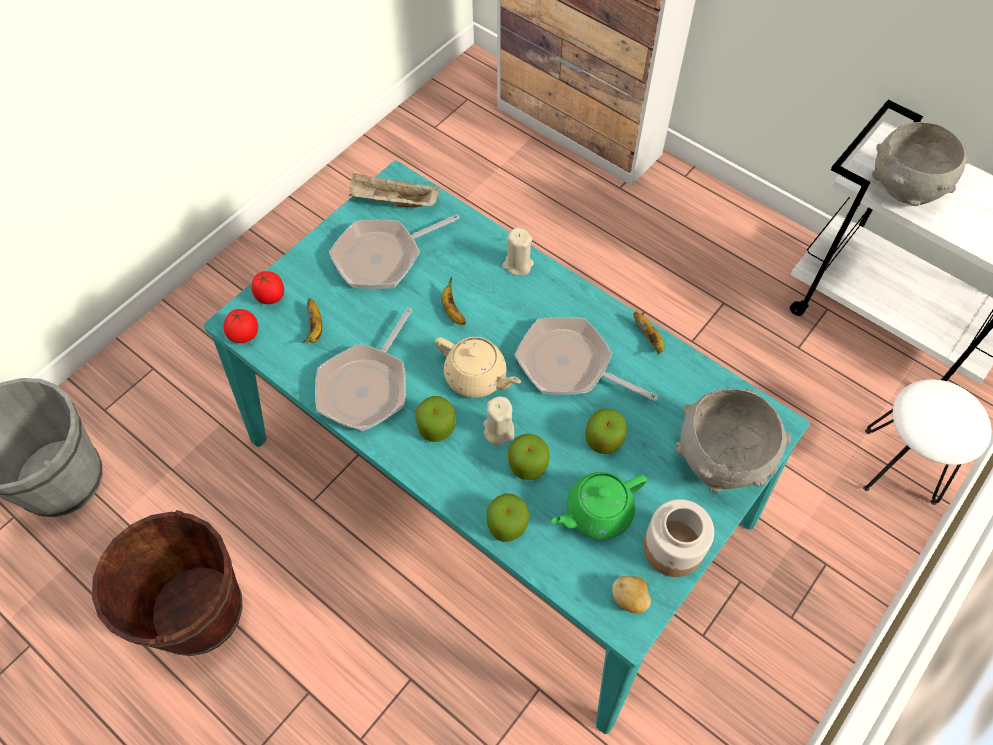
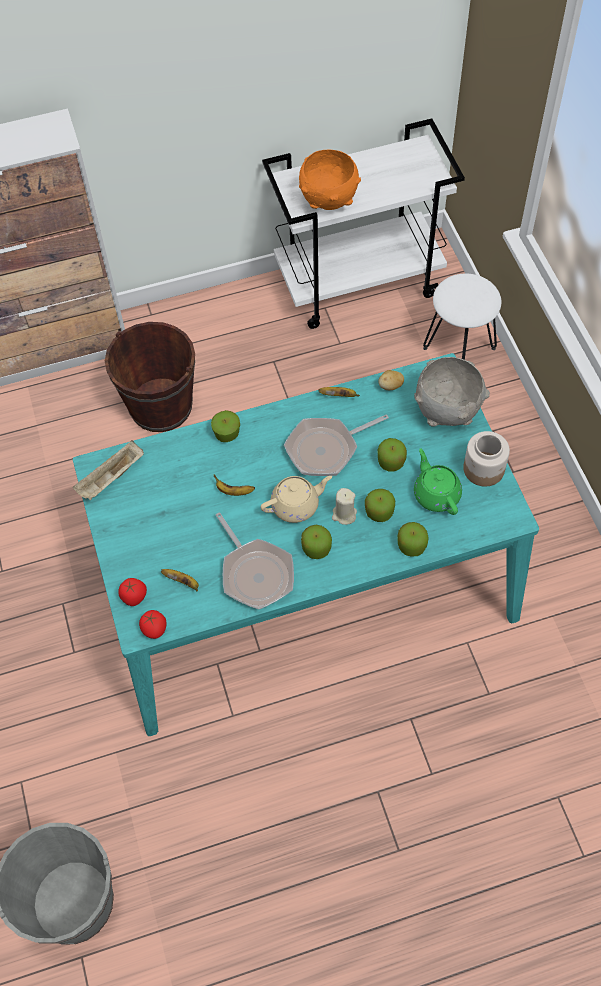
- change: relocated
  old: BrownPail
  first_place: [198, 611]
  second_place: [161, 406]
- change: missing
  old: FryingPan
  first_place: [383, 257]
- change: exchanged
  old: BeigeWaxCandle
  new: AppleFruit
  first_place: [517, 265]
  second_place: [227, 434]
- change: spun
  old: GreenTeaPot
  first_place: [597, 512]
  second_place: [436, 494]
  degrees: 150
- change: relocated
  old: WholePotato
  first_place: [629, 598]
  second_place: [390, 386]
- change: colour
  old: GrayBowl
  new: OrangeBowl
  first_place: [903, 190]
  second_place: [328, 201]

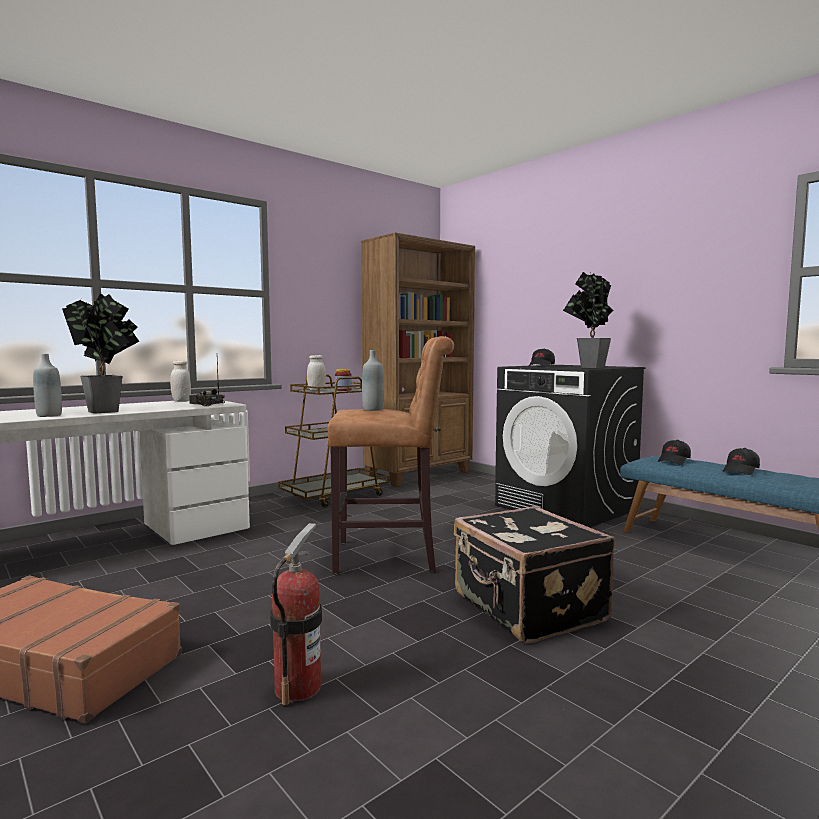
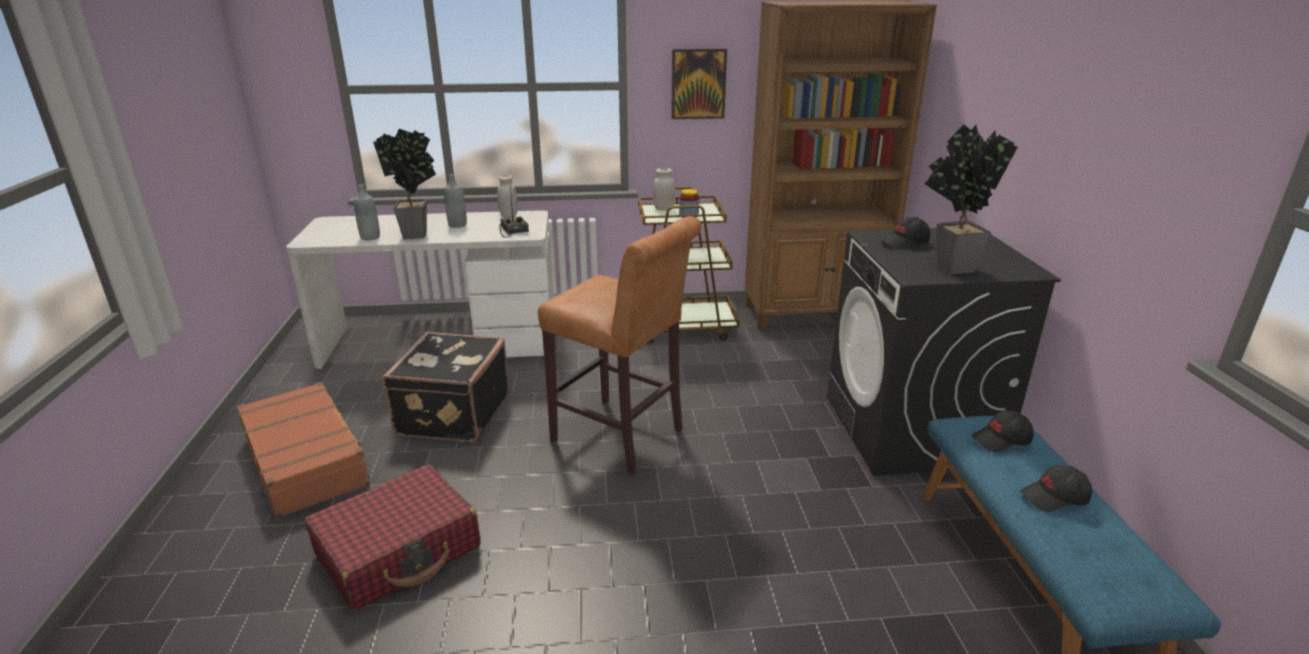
- change: exchanged
  old: Extinguisher
  new: RedColouredPieceOfLuggage
  first_place: [298, 687]
  second_place: [399, 550]
- change: relocated
  old: GrayBottle
  first_place: [373, 409]
  second_place: [457, 225]
- change: relocated
  old: BlackColouredPieceOfLuggage
  first_place: [527, 608]
  second_place: [451, 414]
- change: appeared
  new: WallArt
  second_place: [698, 84]

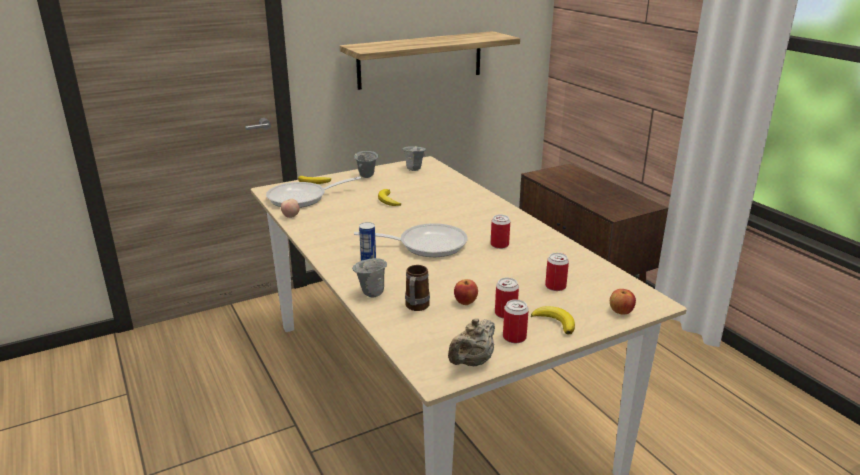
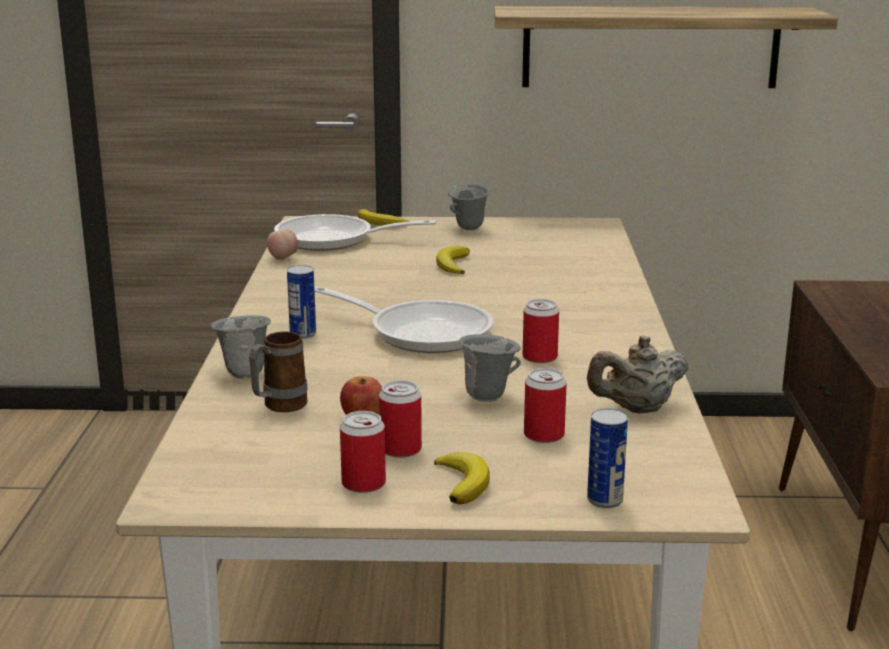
- change: relocated
  old: GrayTeaMug
  first_place: [414, 169]
  second_place: [488, 397]
- change: relocated
  old: BeigeTeaPot
  first_place: [472, 362]
  second_place: [636, 409]
- change: exchanged
  old: AppleFruit
  new: MetalCan
  first_place: [621, 312]
  second_place: [605, 500]

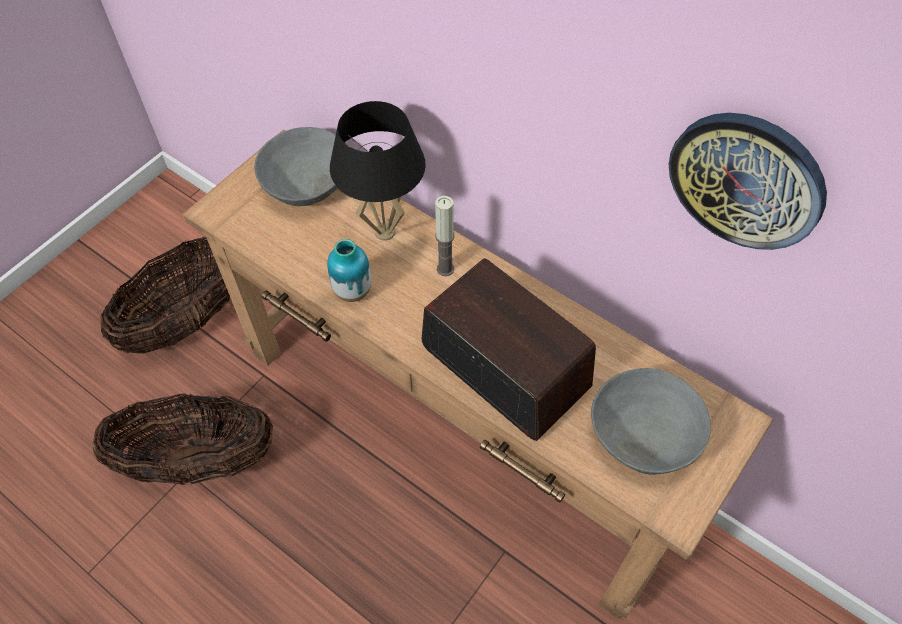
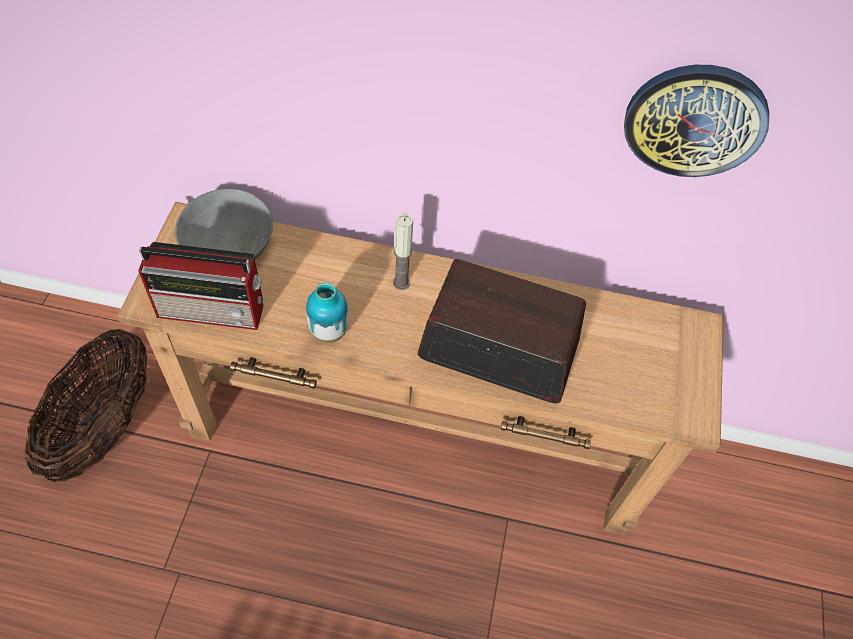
- change: missing
  old: Basket
  first_place: [198, 461]
- change: missing
  old: BlackColouredTableLamp
  first_place: [385, 232]
- change: missing
  old: GrayBowl
  first_place: [644, 435]
- change: appeared
  new: Radio
  second_place: [214, 310]

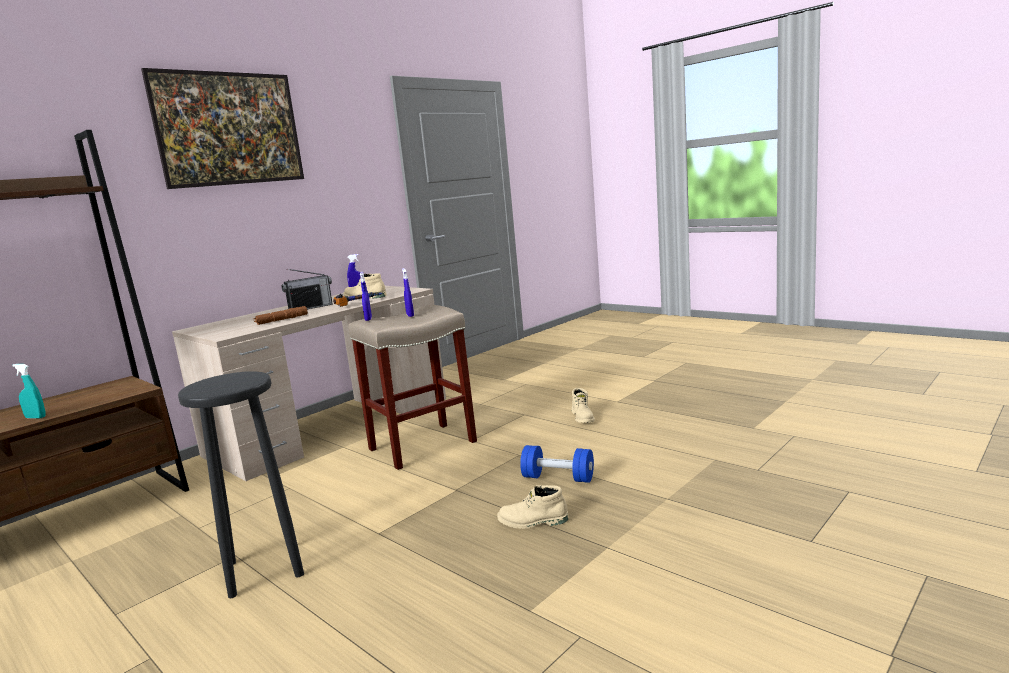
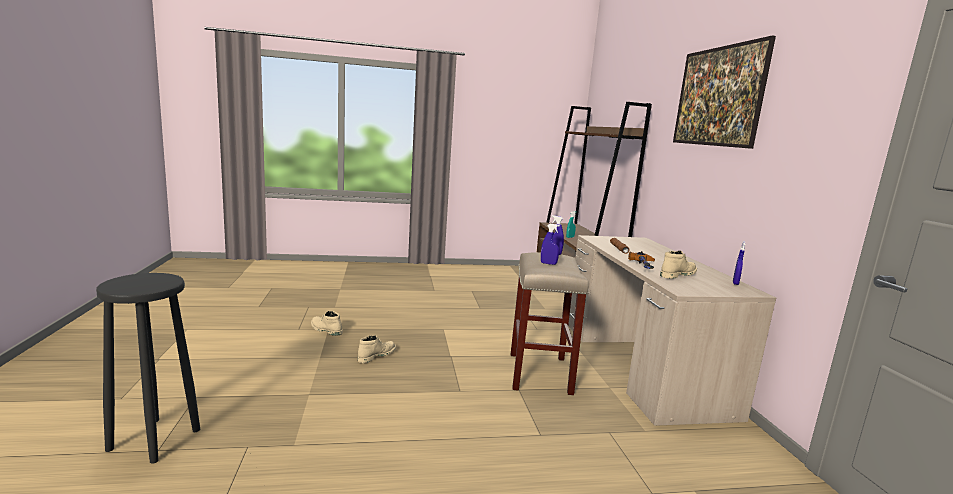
- change: relocated
  old: BlackColouredSittingStool
  first_place: [263, 569]
  second_place: [155, 439]
- change: missing
  old: Radio
  first_place: [310, 308]
- change: missing
  old: BlueColouredFreeWeight
  first_place: [558, 478]
- change: relocated
  old: BeigeHighTopBoot
  first_place: [583, 417]
  second_place: [325, 330]

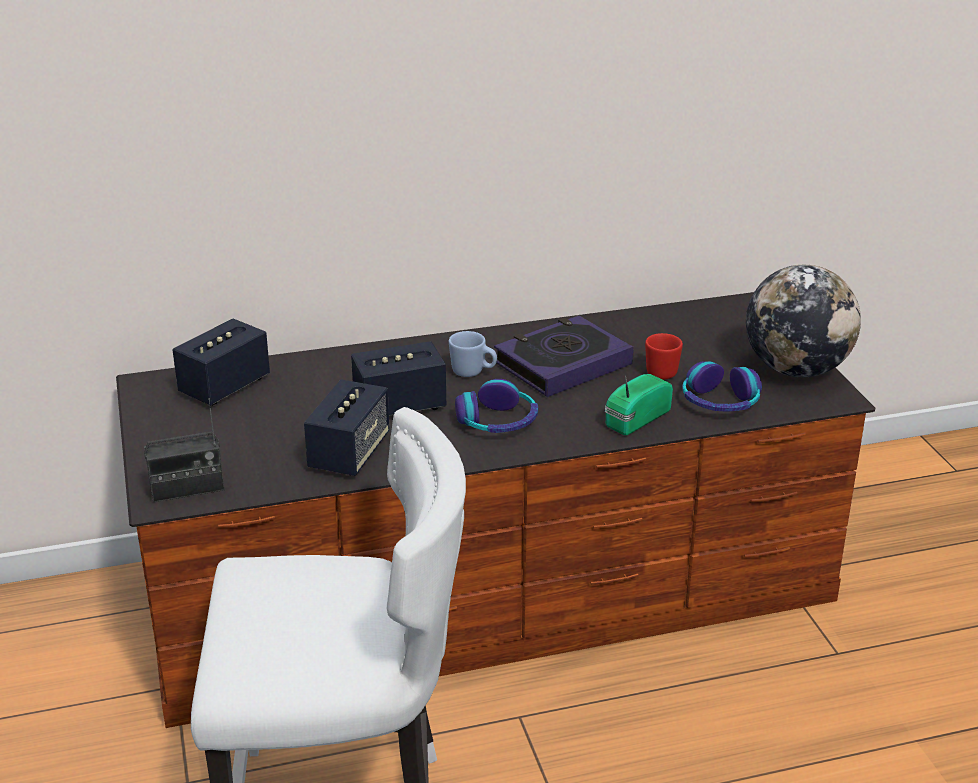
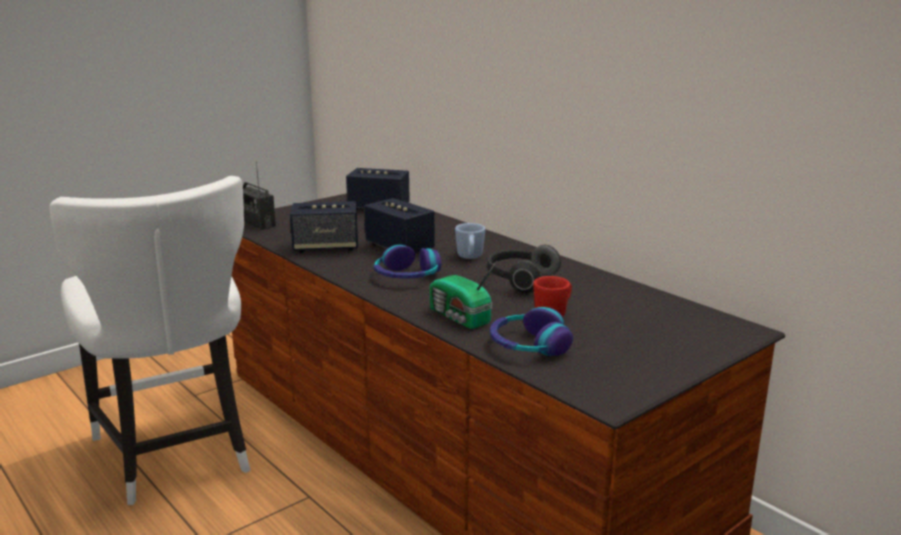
- change: exchanged
  old: Volume
  new: Headphones
  first_place: [562, 364]
  second_place: [519, 280]
- change: spun
  old: Radio
  first_place: [635, 419]
  second_place: [459, 317]
  degrees: -150
- change: missing
  old: Globe
  first_place: [796, 369]

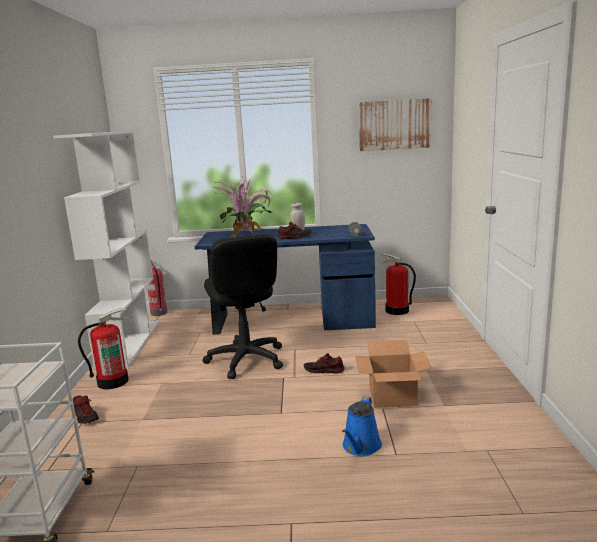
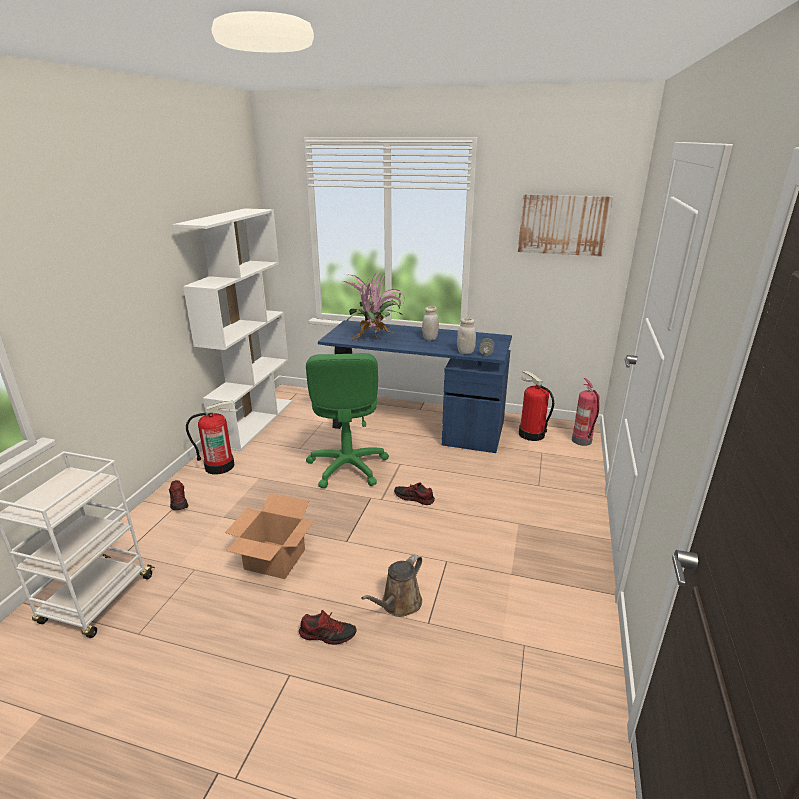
- change: relocated
  old: Extinguisher
  first_place: [159, 313]
  second_place: [582, 441]
- change: colour
  old: BlackColouredDeskChair
  new: GreenDeskChair
  first_place: [246, 360]
  second_place: [347, 467]
- change: relocated
  old: ItemOfFootwear
  first_place: [294, 237]
  second_place: [327, 634]
- change: colour
  old: BlueColouredWateringCan
  new: BrownWateringCan
  first_place: [360, 447]
  second_place: [399, 604]
- change: relocated
  old: PackingBox
  first_place: [393, 396]
  second_place: [276, 559]
- change: appeared
  new: WhitishJar
  second_place: [465, 352]

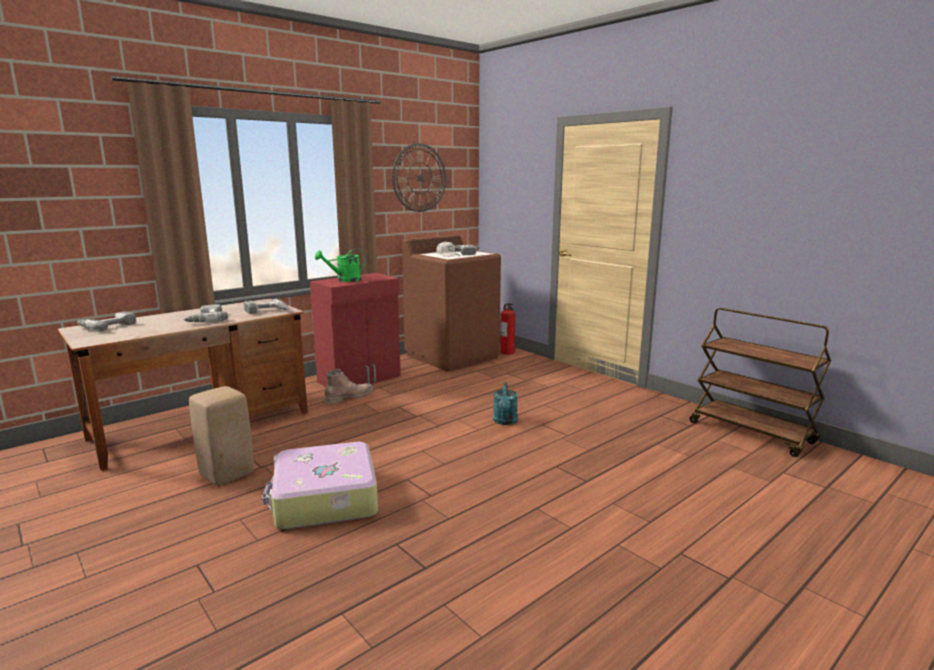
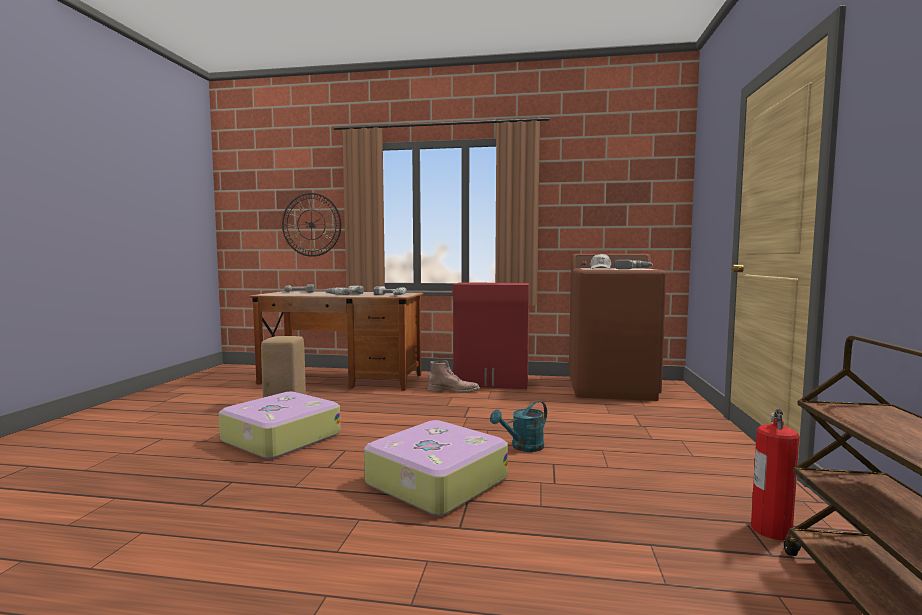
- change: missing
  old: GreenWateringCan
  first_place: [344, 280]
- change: relocated
  old: ClockOnTheWall
  first_place: [419, 178]
  second_place: [311, 224]
- change: relocated
  old: Extinguisher
  first_place: [507, 352]
  second_place: [771, 529]
- change: appeared
  new: PieceOfLuggage
  second_place: [434, 481]

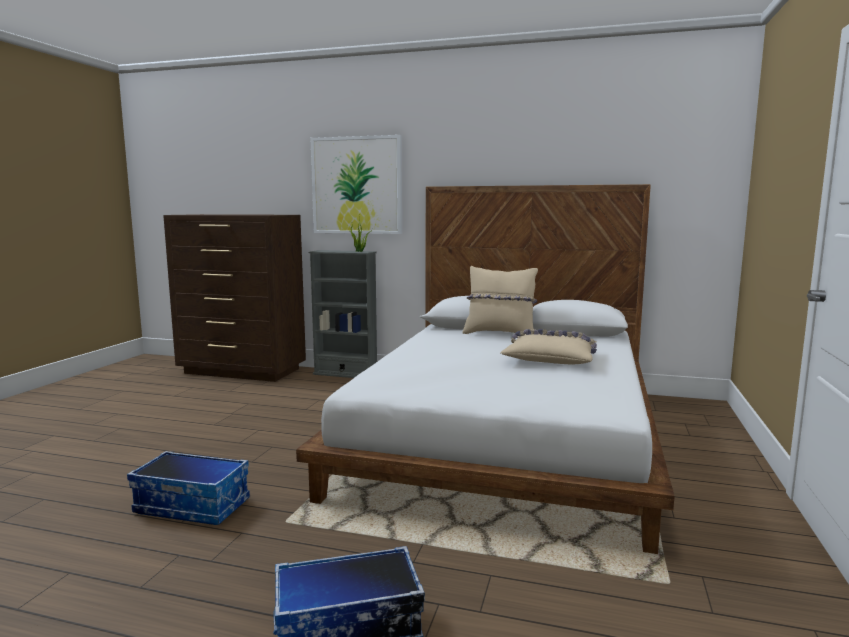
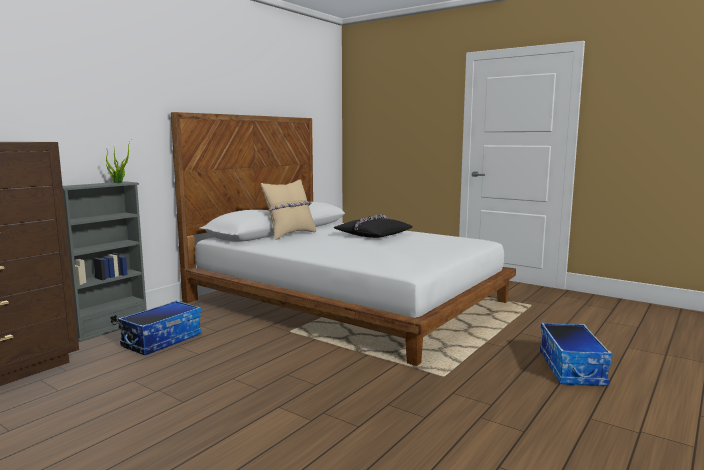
- change: relocated
  old: StorageBin
  first_place: [193, 506]
  second_place: [162, 340]
- change: missing
  old: WallArt
  first_place: [357, 185]
- change: colour
  old: BeigeThrowPillow
  new: BlackColouredThrowPillow
  first_place: [551, 358]
  second_place: [373, 235]

